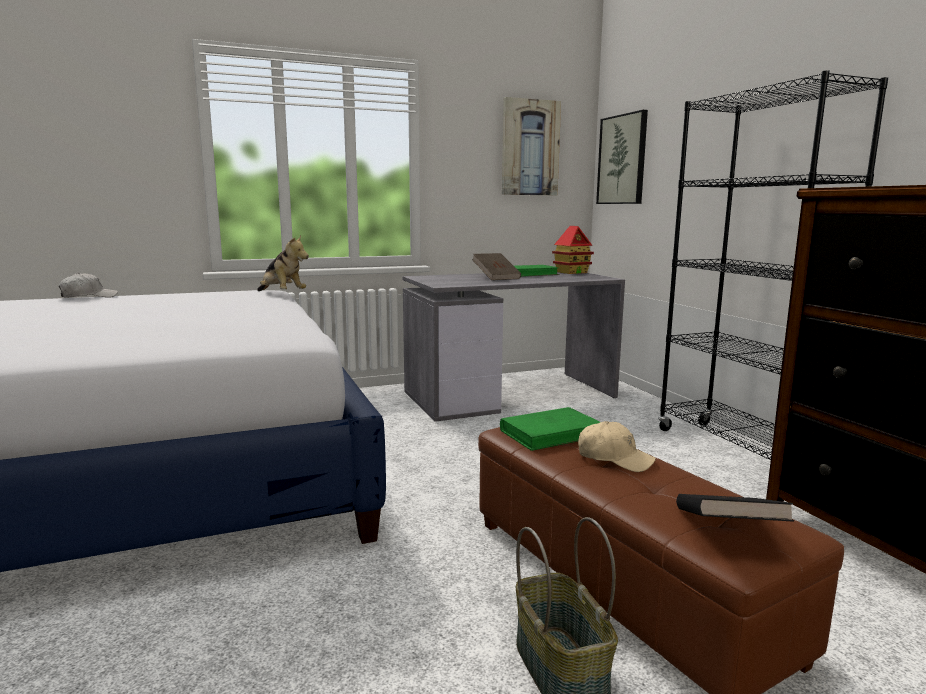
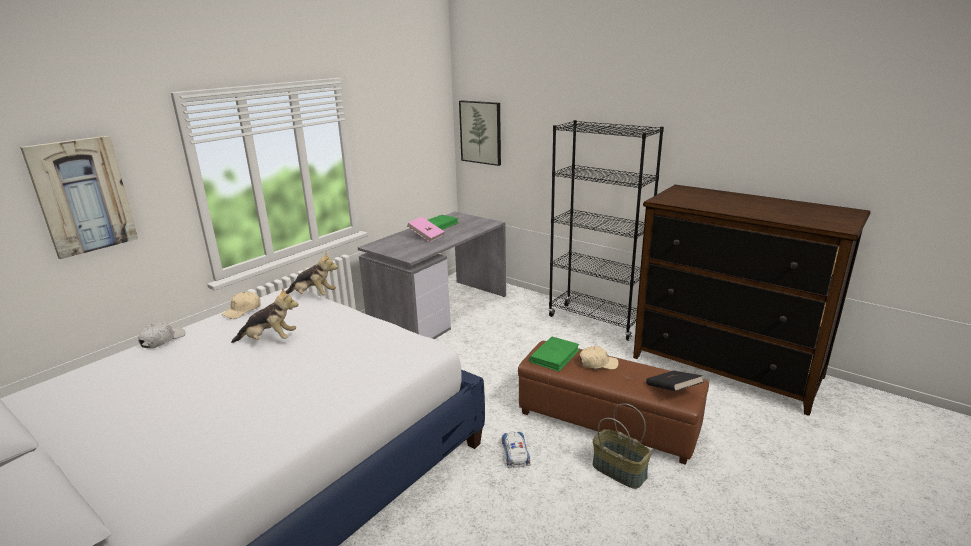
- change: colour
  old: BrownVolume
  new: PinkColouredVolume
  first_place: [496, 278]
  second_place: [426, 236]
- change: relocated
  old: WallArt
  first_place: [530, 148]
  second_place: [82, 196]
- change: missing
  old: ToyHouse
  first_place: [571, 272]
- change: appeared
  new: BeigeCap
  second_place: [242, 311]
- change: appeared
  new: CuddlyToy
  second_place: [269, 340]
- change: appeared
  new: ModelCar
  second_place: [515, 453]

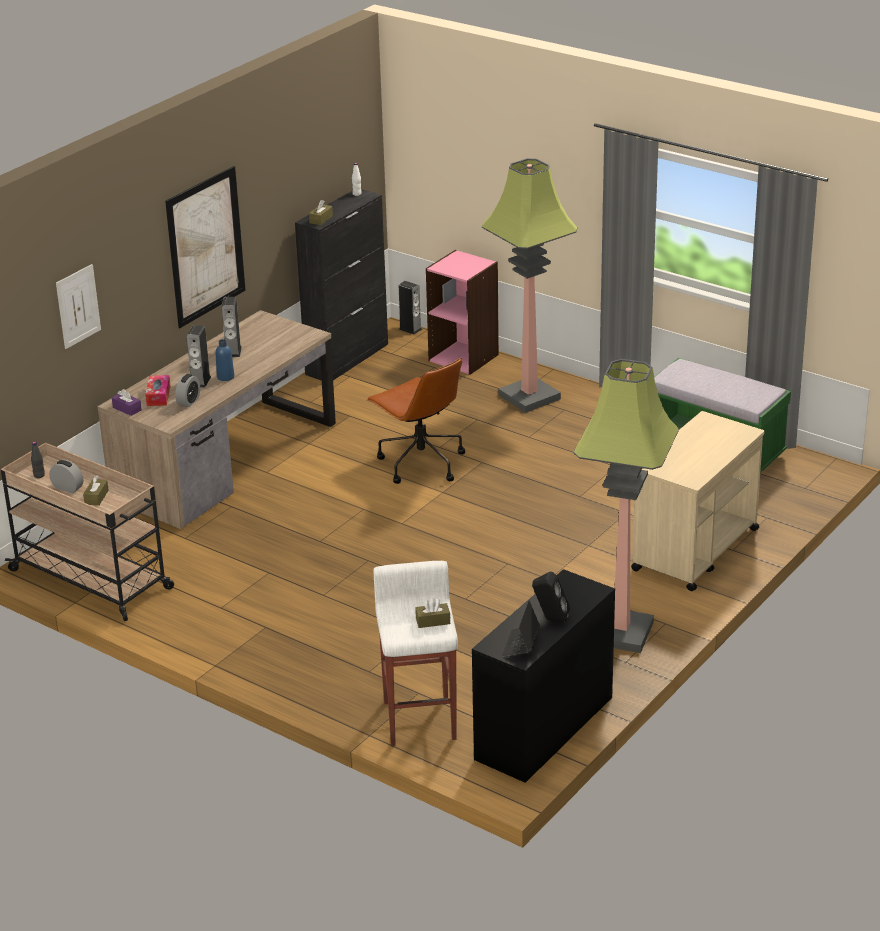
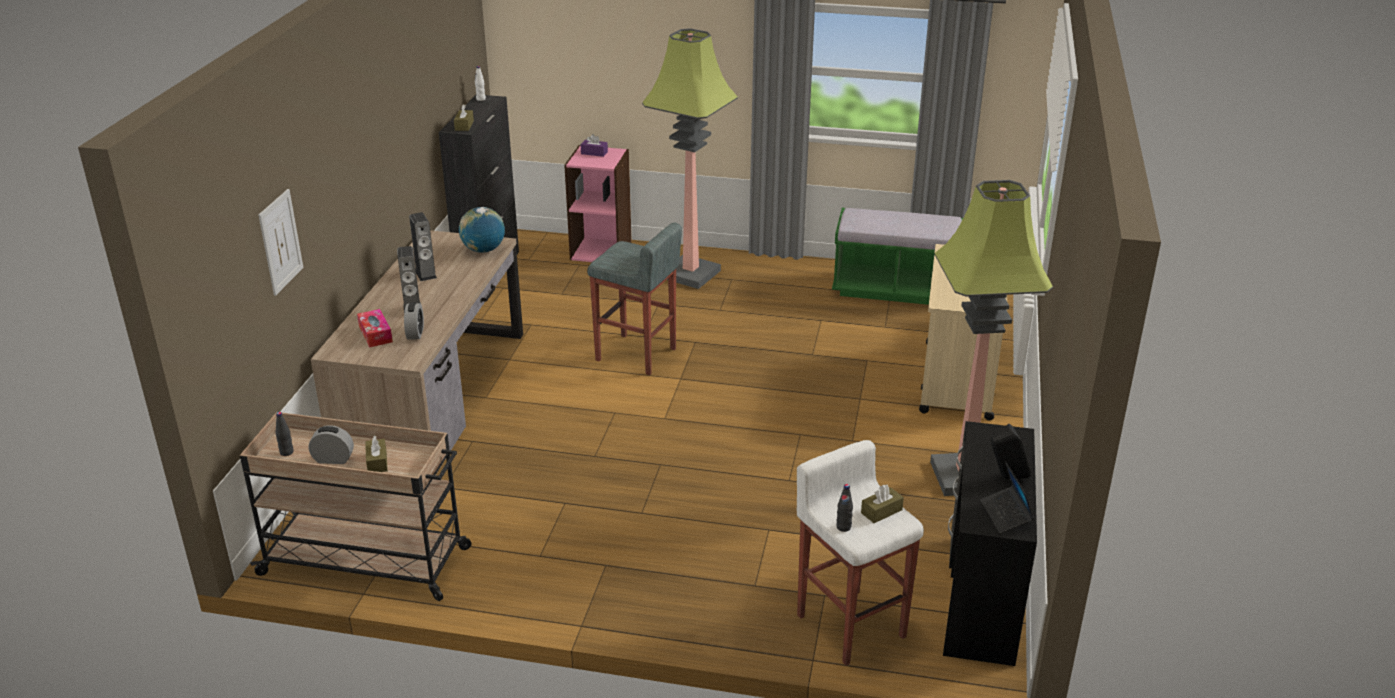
- change: relocated
  old: PurpleColouredBoxOfTissues
  first_place: [127, 409]
  second_place: [594, 153]
- change: missing
  old: WallArt
  first_place: [206, 246]
- change: missing
  old: BlueColouredBottle
  first_place: [225, 377]
- change: exchanged
  old: BrownDeskChair
  new: GraySittingStool
  first_place: [420, 463]
  second_place: [636, 355]
- change: missing
  old: Loudspeaker
  first_place: [410, 329]
- change: appeared
  new: Globe
  second_place: [483, 250]
- change: appeared
  new: BlackColouredBottle
  second_place: [843, 527]

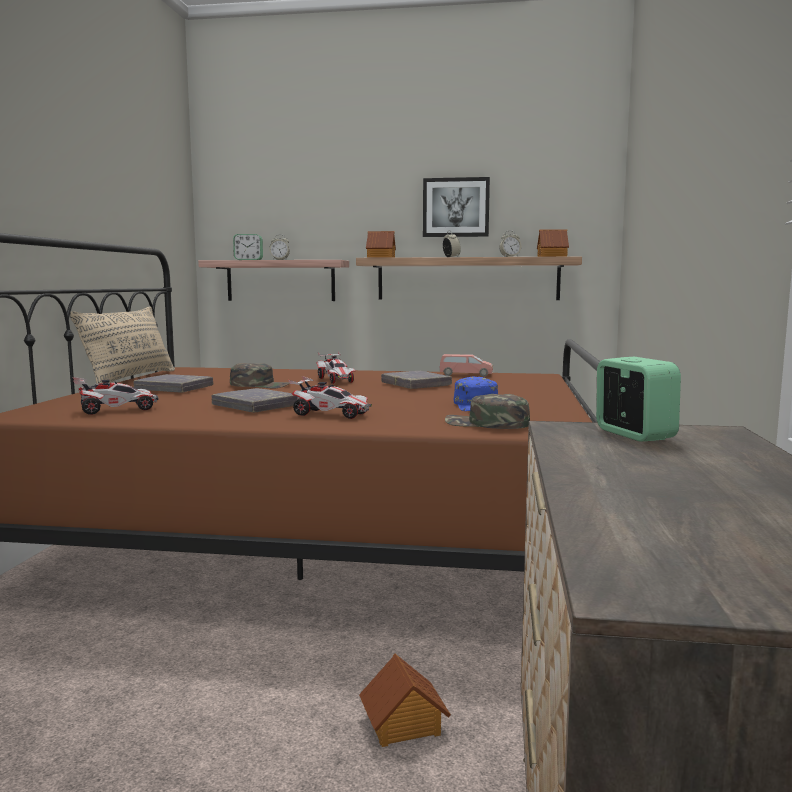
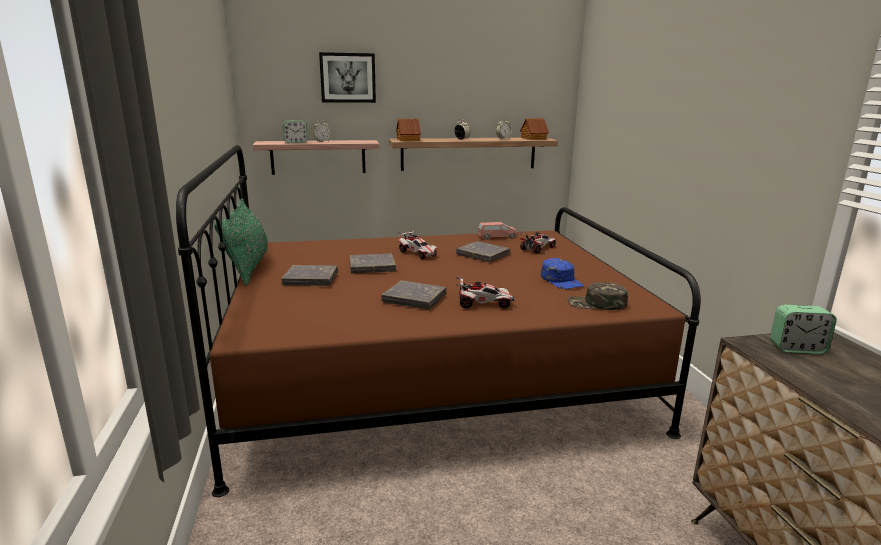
- change: colour
  old: BeigeThrowPillow
  new: GreenThrowPillow
  first_place: [130, 379]
  second_place: [248, 267]
- change: relocated
  old: ModelCar
  first_place: [116, 410]
  second_place: [538, 249]
- change: exchanged
  old: GreenCap
  new: GrayVolume
  first_place: [261, 385]
  second_place: [372, 267]
- change: missing
  old: ToyHouse
  first_place: [403, 724]
- change: relocated
  old: WallArt
  first_place: [456, 207]
  second_place: [347, 78]
- change: spun
  old: AlarmClock
  first_place: [634, 434]
  second_place: [797, 348]
  degrees: 135

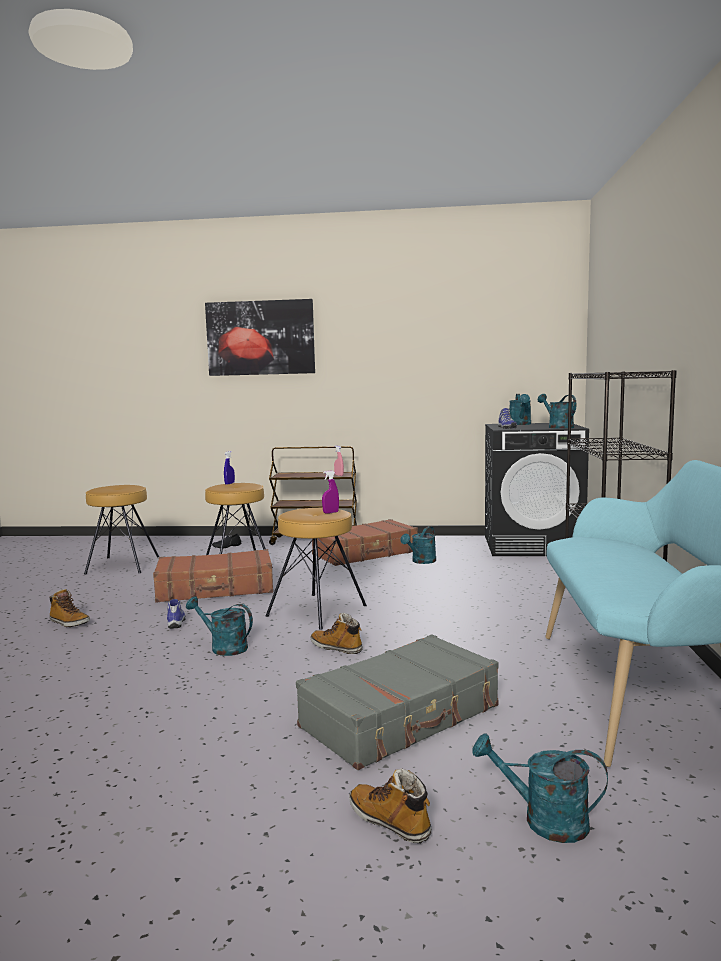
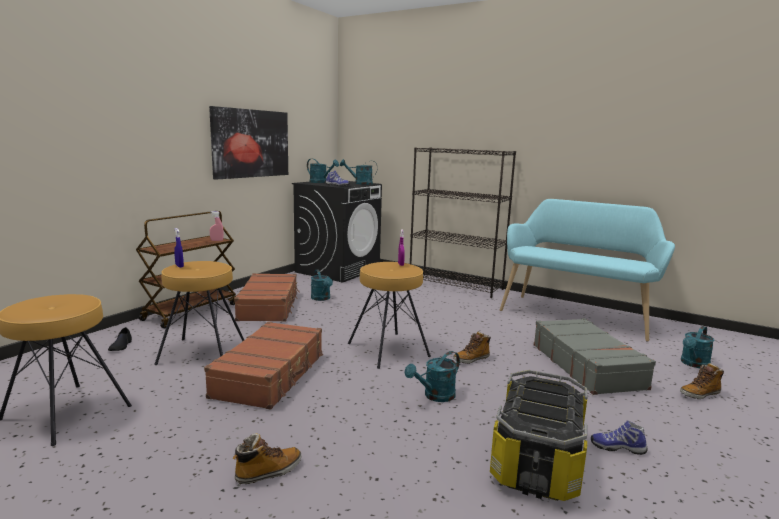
- change: relocated
  old: ItemOfFootwear
  first_place: [176, 622]
  second_place: [617, 447]
- change: relocated
  old: WallArt
  first_place: [260, 338]
  second_place: [251, 143]
- change: appeared
  new: StorageBin
  second_place: [538, 461]

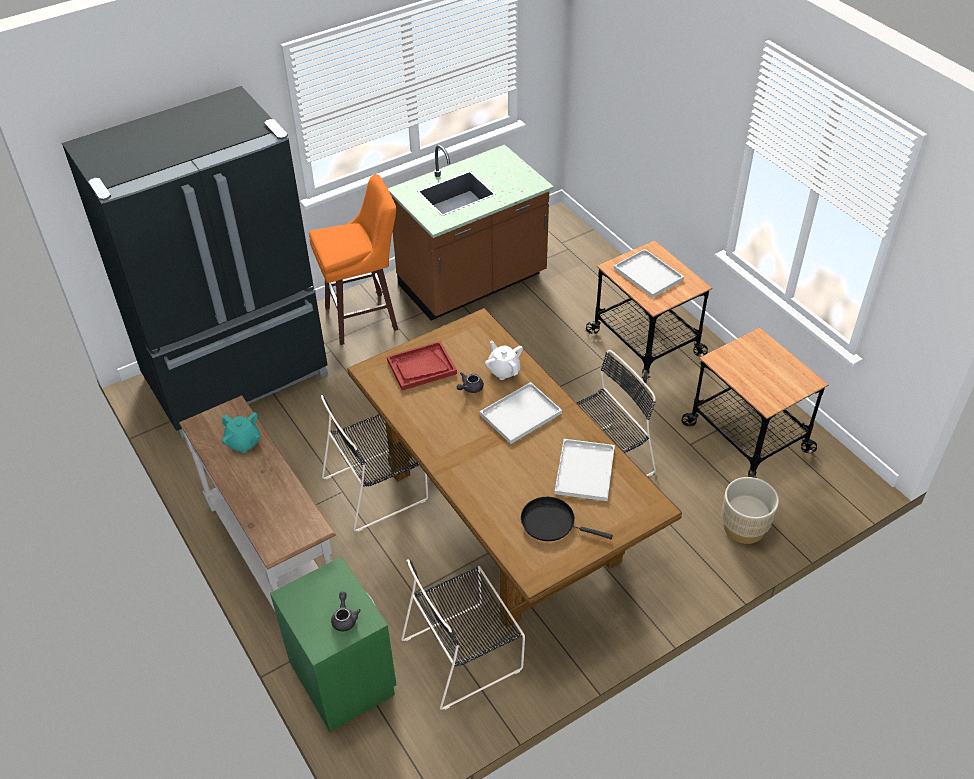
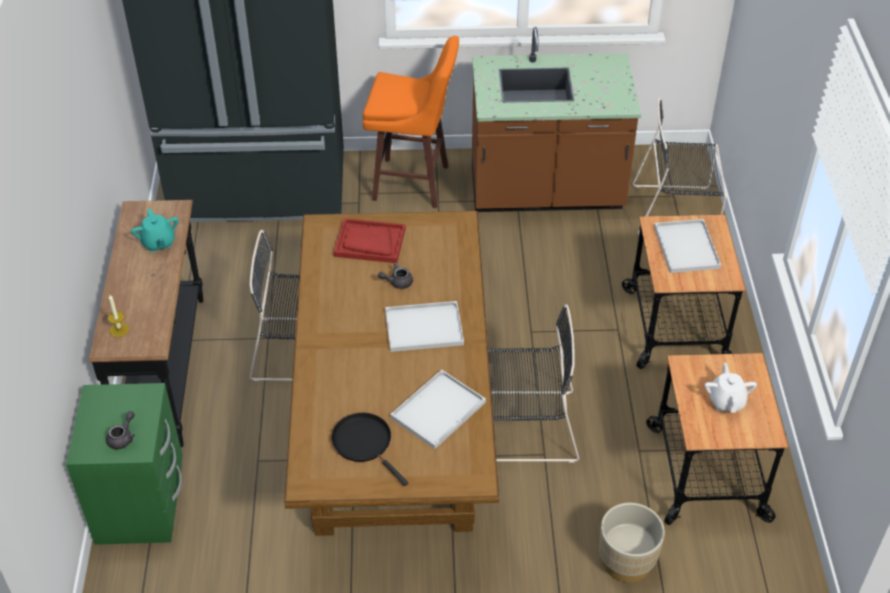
- change: colour
  old: WhitishConsoleTable
  new: BlackColouredConsoleTable
  first_place: [275, 558]
  second_place: [166, 370]
- change: relocated
  old: BlackColouredUprightChair
  first_place: [465, 653]
  second_place: [677, 211]
- change: relocated
  old: WhitishTeaPot
  first_place: [504, 370]
  second_place: [726, 401]
- change: appeared
  new: WaxCandle
  second_place: [119, 330]

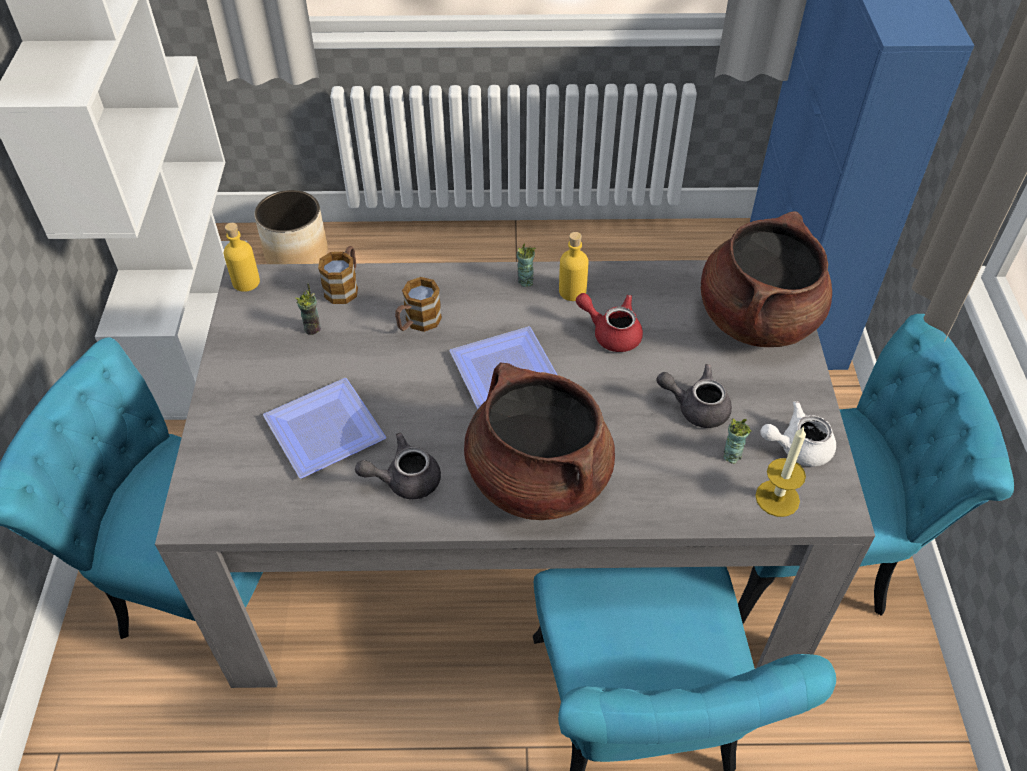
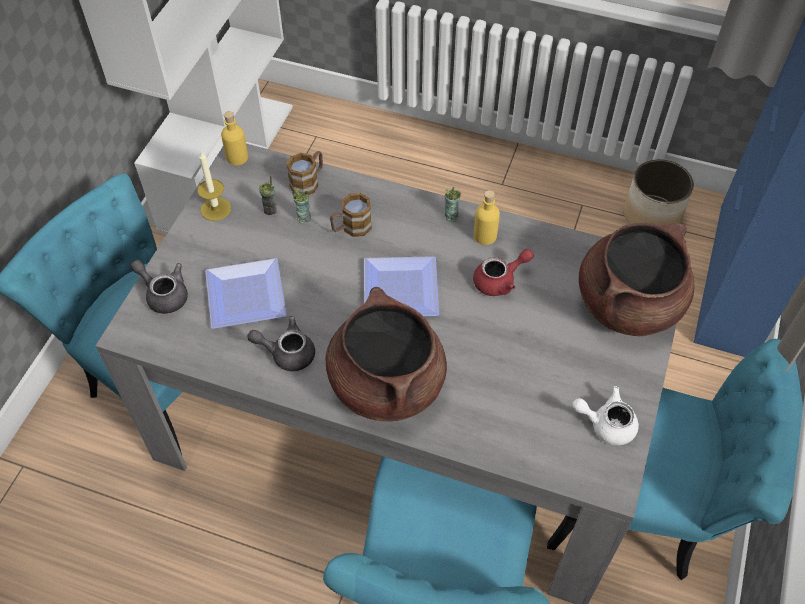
- change: relocated
  old: Planter
  first_place: [297, 255]
  second_place: [652, 216]
- change: spun
  old: RedColouredTeaPot
  first_place: [611, 333]
  second_place: [500, 281]
  degrees: 105
- change: relocated
  old: GrayTeaPot
  first_place: [696, 407]
  second_place: [164, 294]
- change: relocated
  old: SmallCup
  first_place: [731, 455]
  second_place: [303, 218]
- change: relocated
  old: WaxCandle
  first_place: [777, 498]
  second_place: [215, 209]

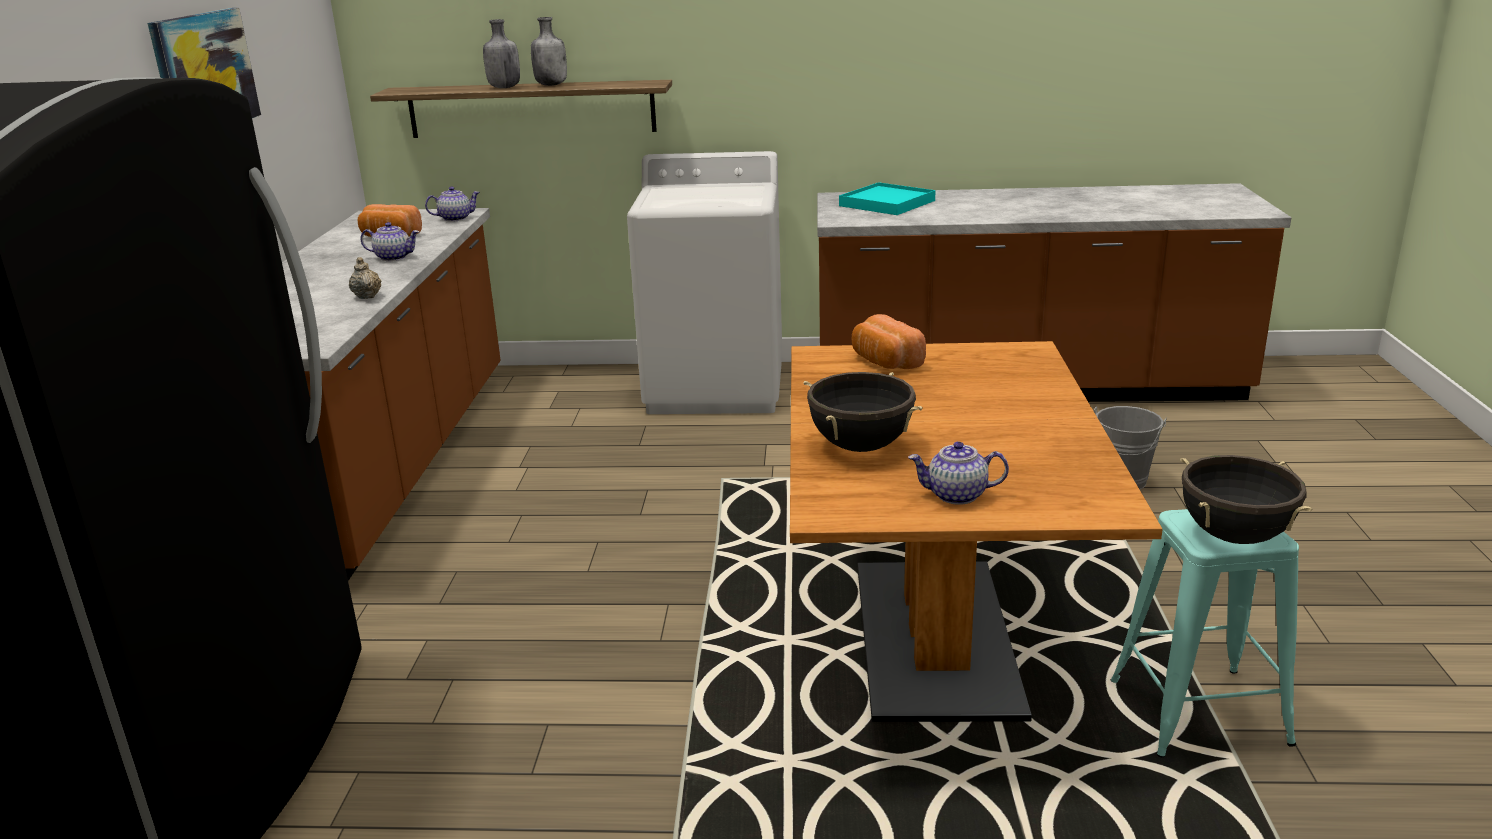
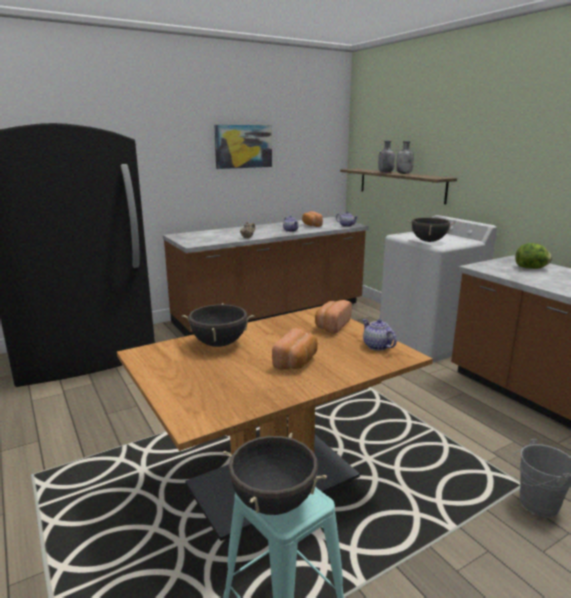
- change: exchanged
  old: TurquoiseColouredTray
  new: HeadOfLettuce
  first_place: [886, 203]
  second_place: [531, 268]
- change: relocated
  old: TeaPot
  first_place: [956, 495]
  second_place: [377, 346]
- change: appeared
  new: Bread
  second_place: [297, 362]
- change: appeared
  new: BlackColouredCookingPot
  second_place: [428, 241]

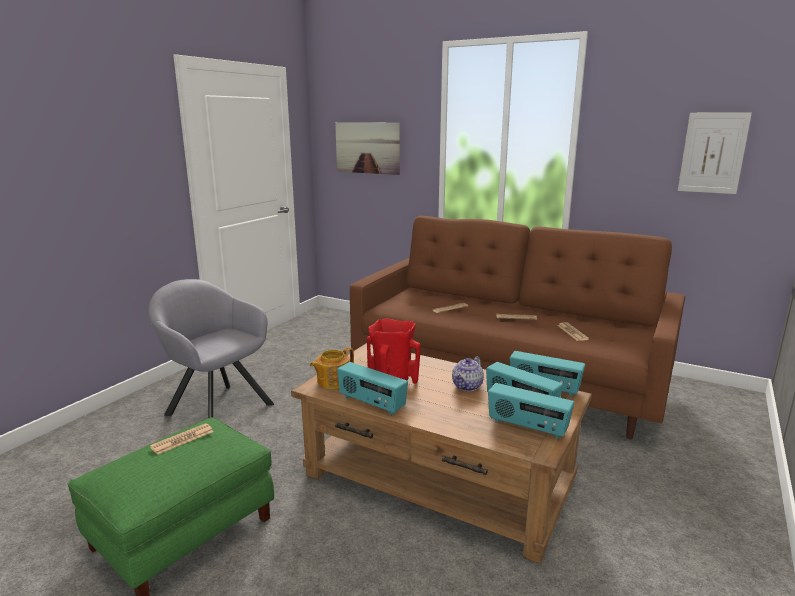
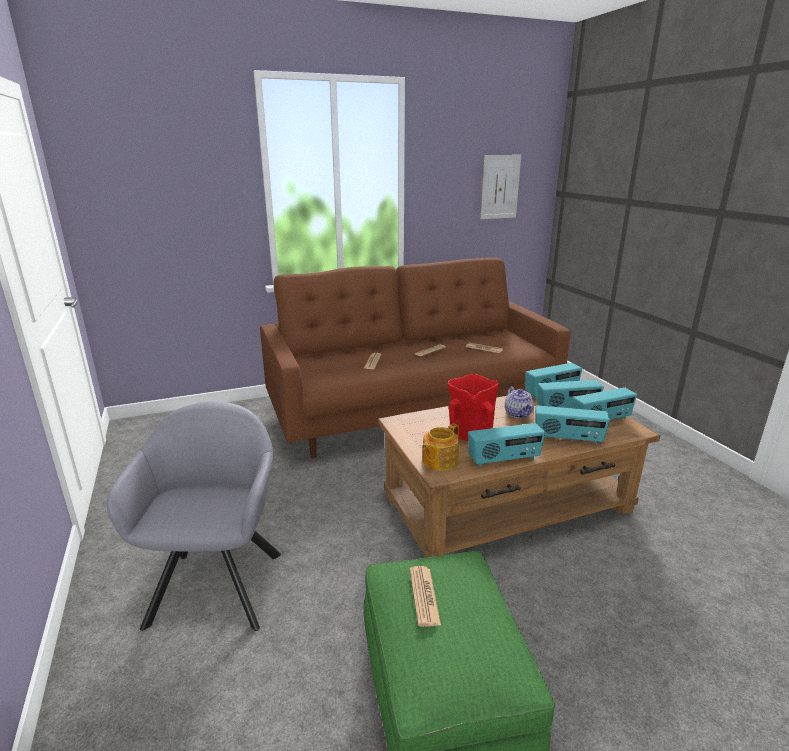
- change: spun
  old: GrayLoungeChair
  first_place: [216, 407]
  second_place: [219, 581]
  degrees: 105
- change: spun
  old: TeaPot
  first_place: [332, 381]
  second_place: [439, 461]
  degrees: 45
- change: missing
  old: WallArt
  first_place: [367, 148]
- change: appeared
  new: Radio
  second_place: [568, 439]

